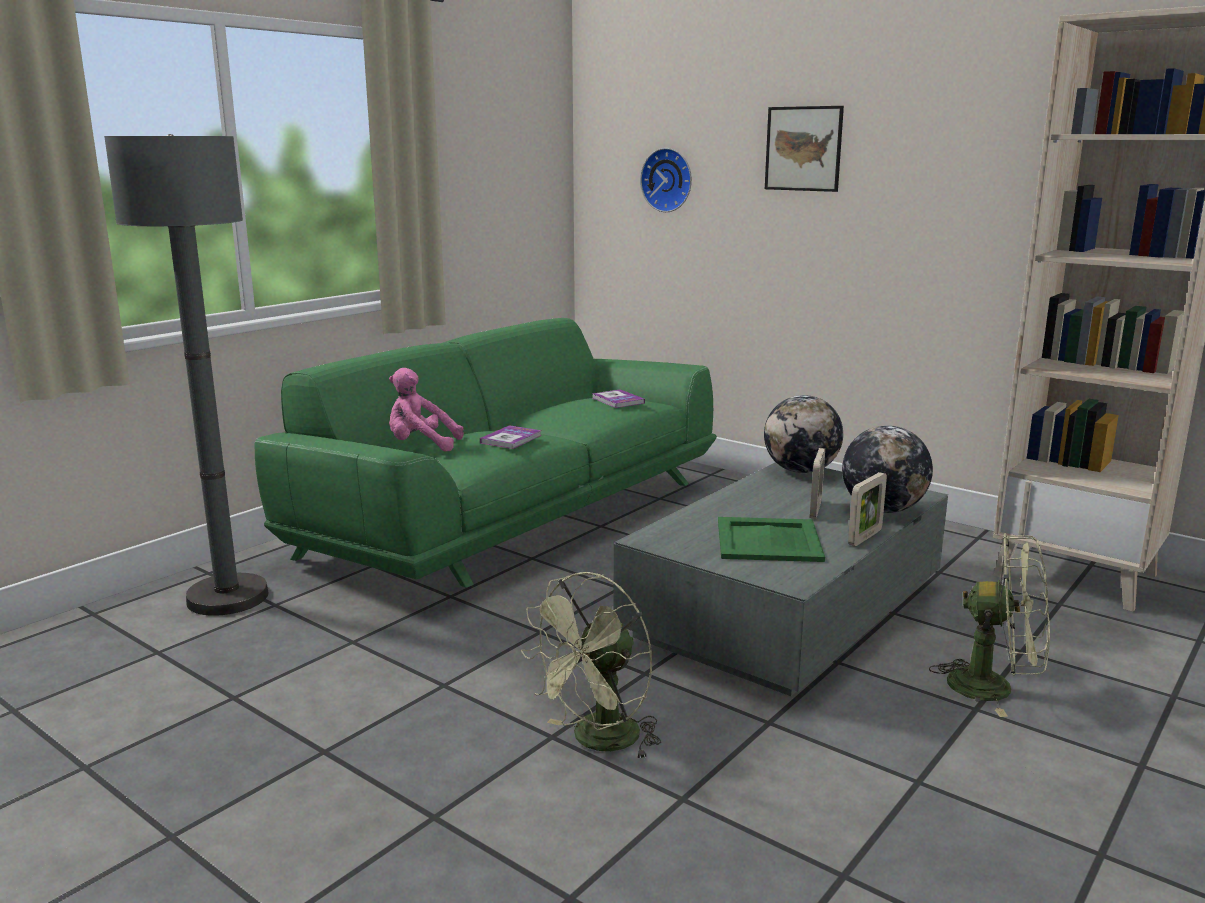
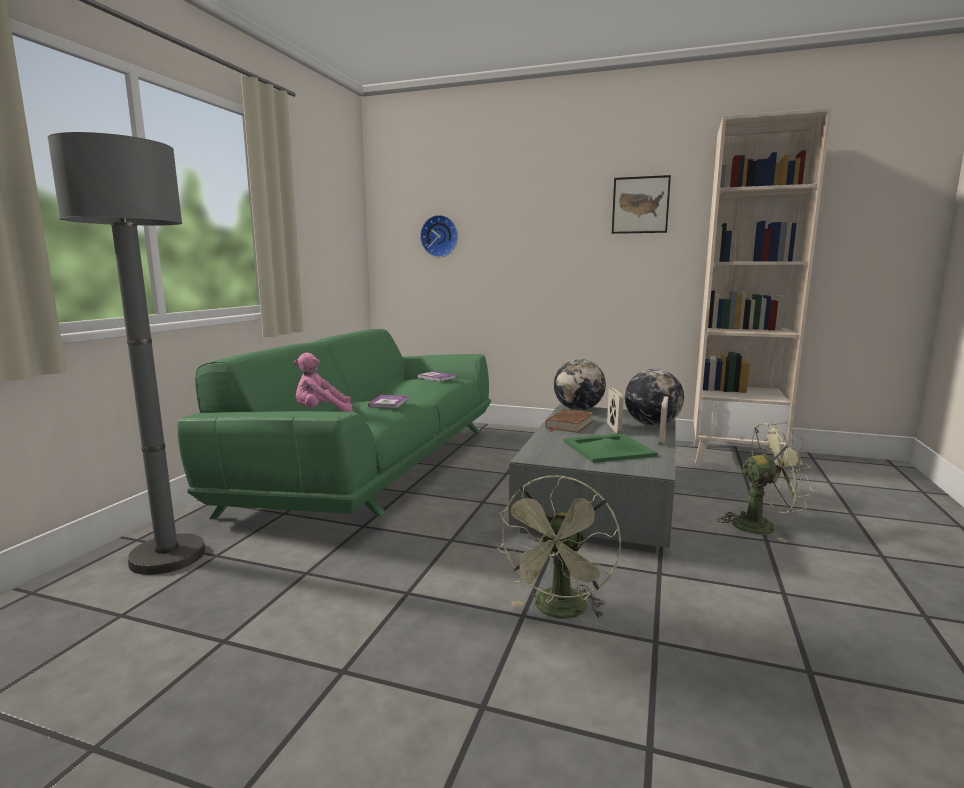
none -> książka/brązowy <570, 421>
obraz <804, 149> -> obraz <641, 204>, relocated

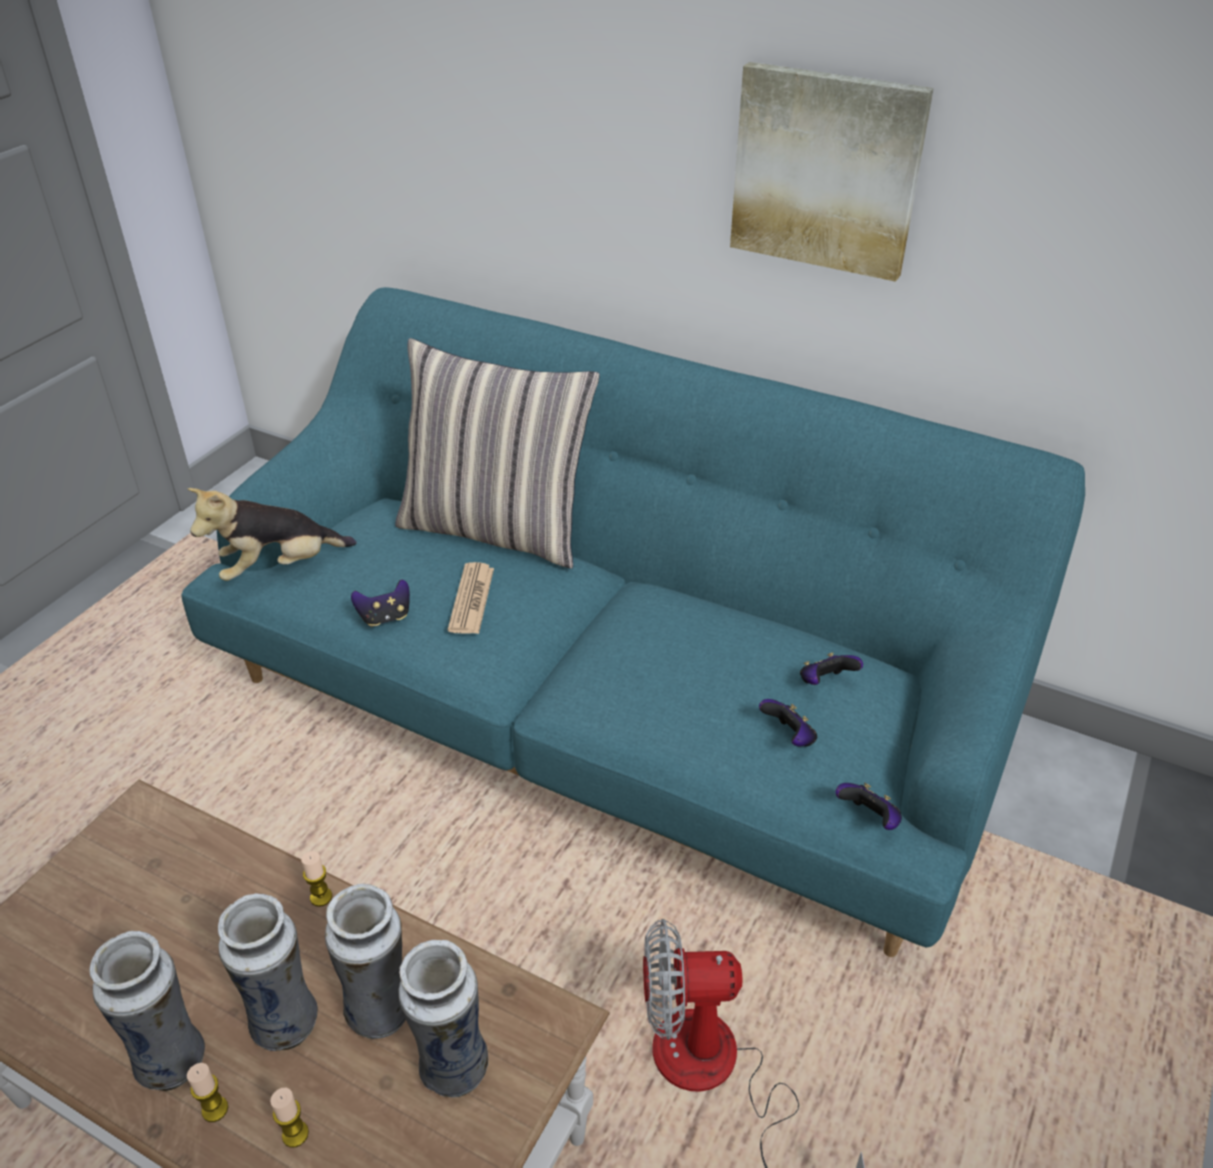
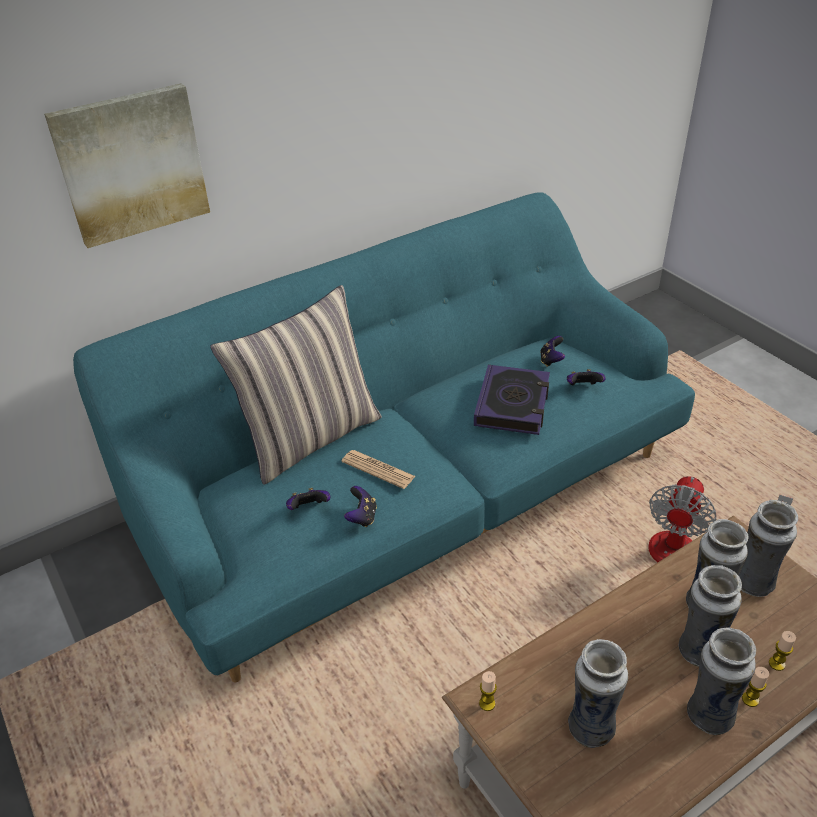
pluszak <272, 534> -> none
none -> książka <512, 400>
none -> wazon <598, 693>
świeca <316, 879> -> świeca <488, 691>, relocated
obraz <832, 172> -> obraz <127, 165>, relocated
pad do gier <868, 806> -> pad do gier <308, 499>, relocated

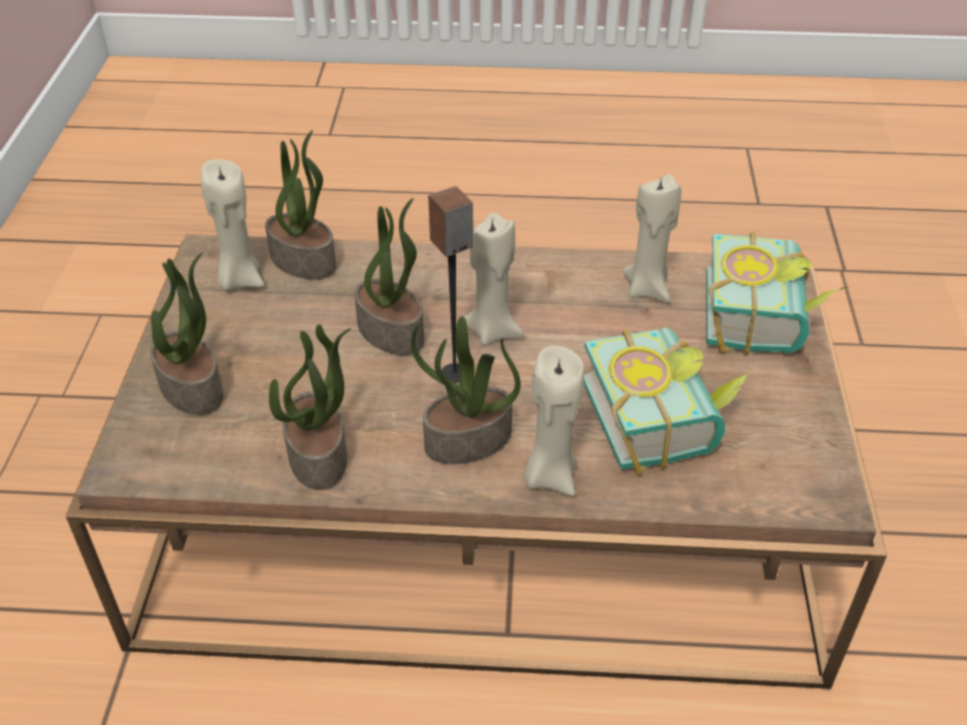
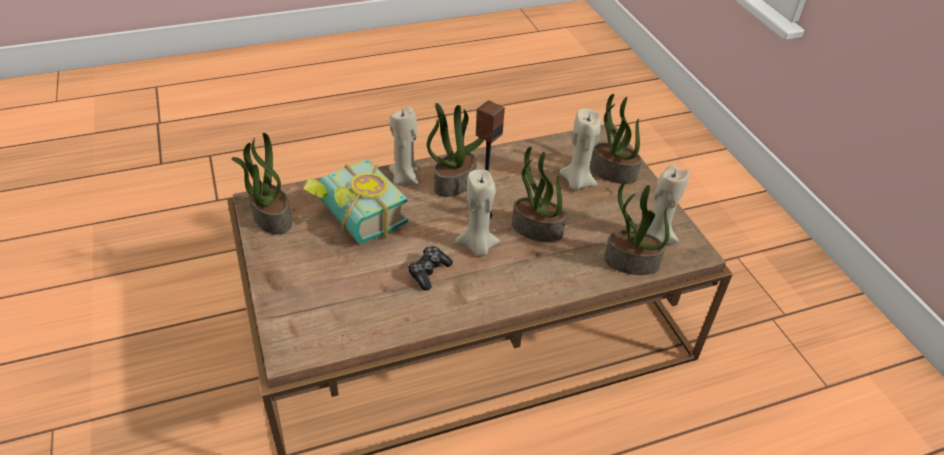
książka <777, 293> -> none
none -> pad do gier <430, 268>
roślina doniczkowa <310, 407> -> roślina doniczkowa <261, 184>, relocated
świeca/beżowy <651, 238> -> świeca/beżowy <580, 149>, relocated

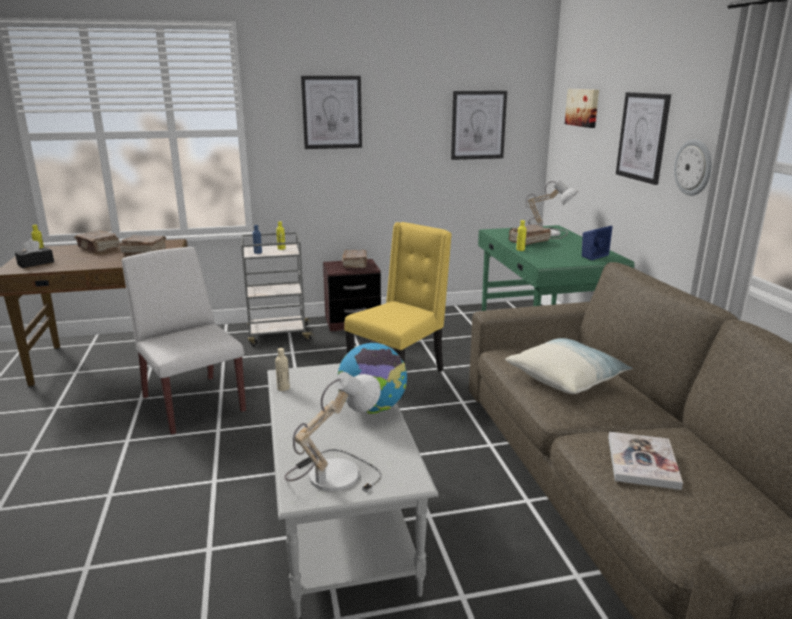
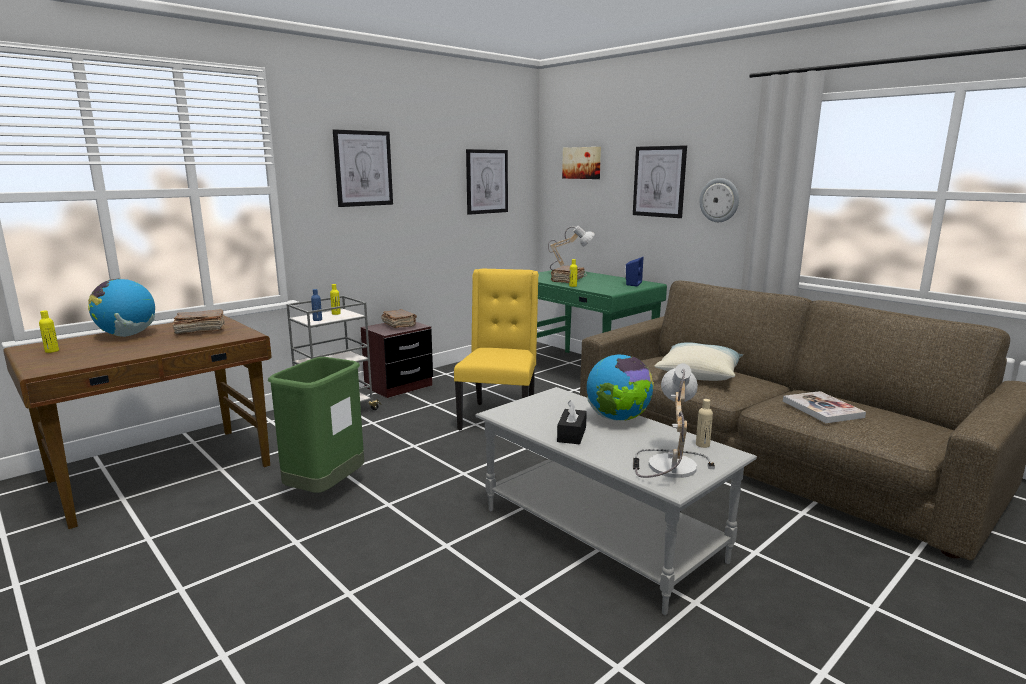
pudełko chusteczek/czarny <34, 253> -> pudełko chusteczek/czarny <572, 422>, relocated
butelka/beżowy <282, 369> -> butelka/beżowy <704, 423>, relocated
książka/brązowy <97, 242> -> globus <121, 307>
krzesło/biały <184, 341> -> kosz na śmieci/zielony <316, 425>

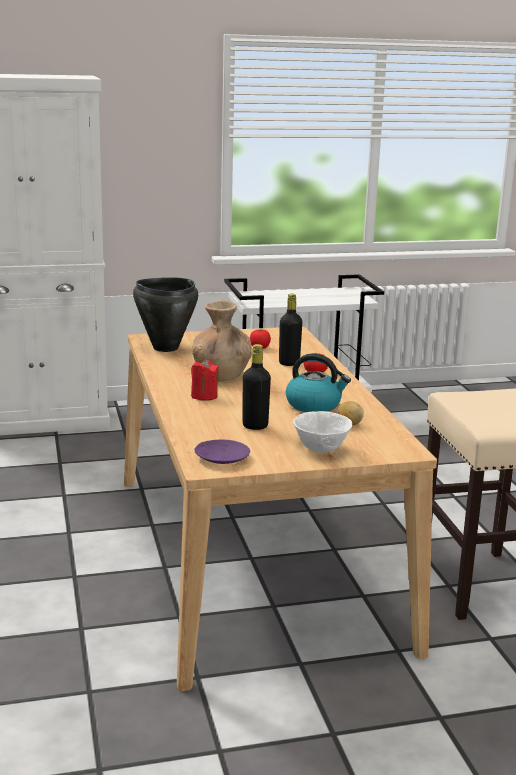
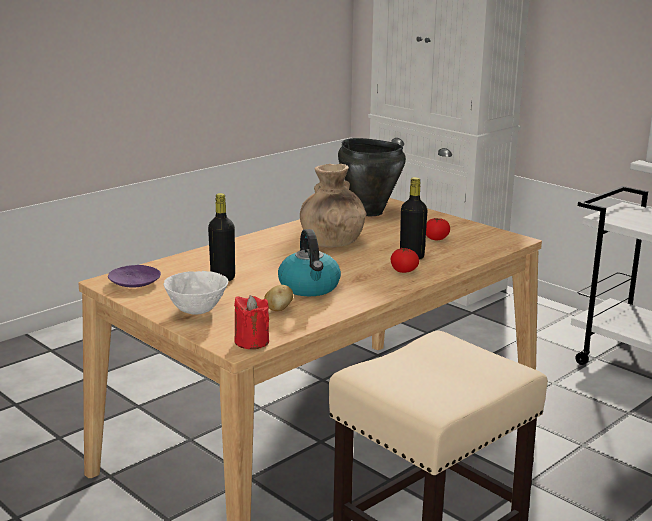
świeca/czerwony <205, 380> -> świeca/czerwony <251, 322>, relocated

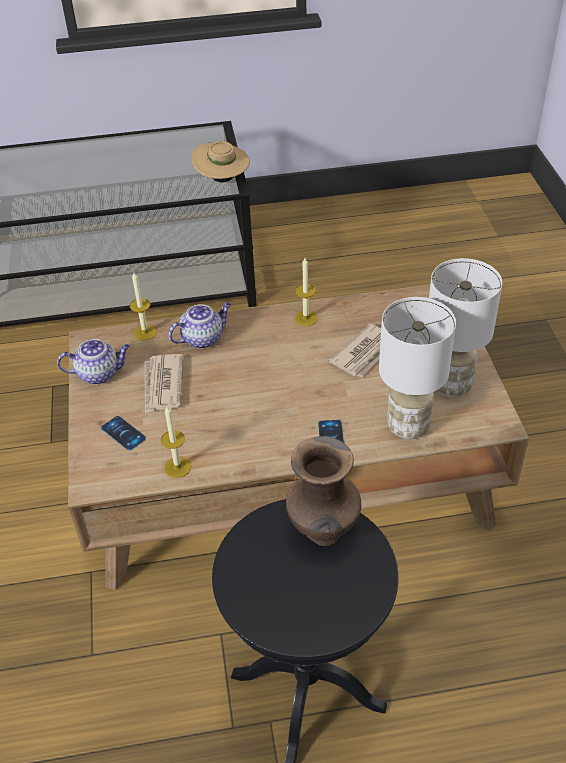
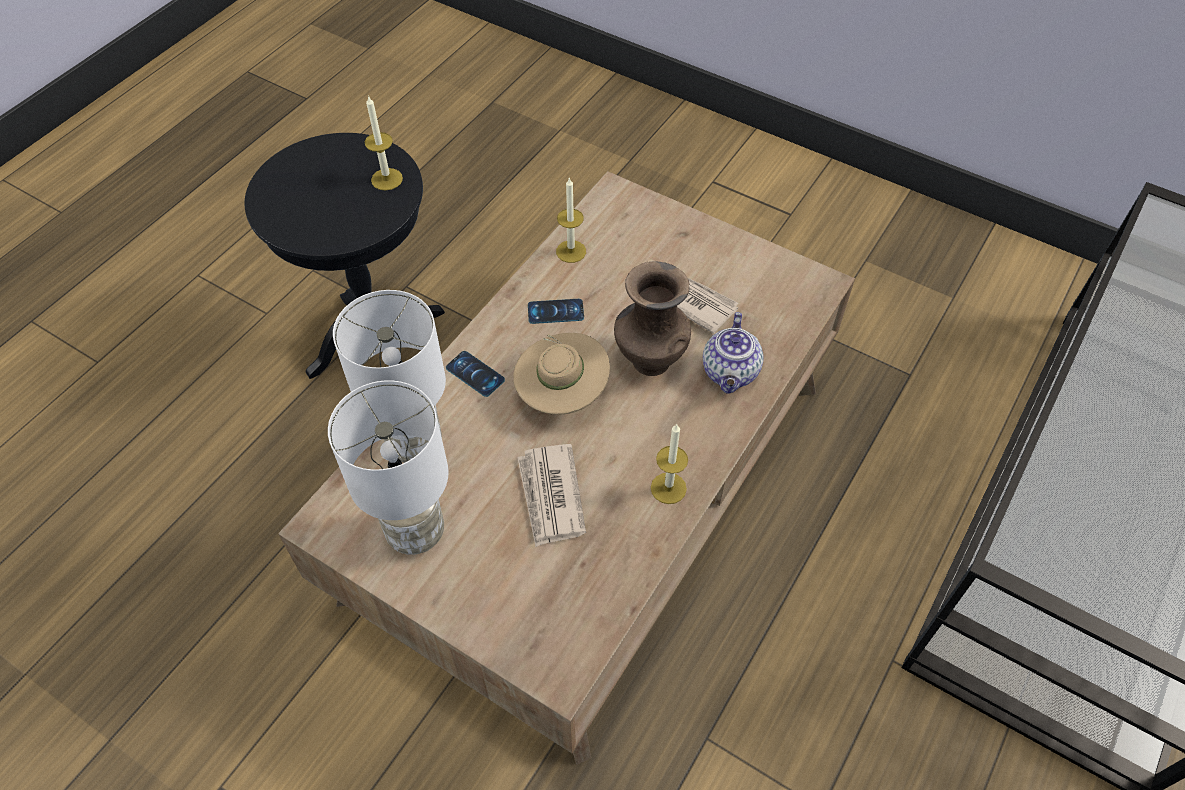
imbryk <93, 362> -> none
telefon <123, 433> -> telefon <556, 311>, relocated
świeca <143, 307> -> świeca <384, 142>, relocated
kapelusz/beżowy <220, 161> -> kapelusz/beżowy <561, 374>, relocated
wazon/brązowy <323, 491> -> wazon/brązowy <652, 318>, relocated

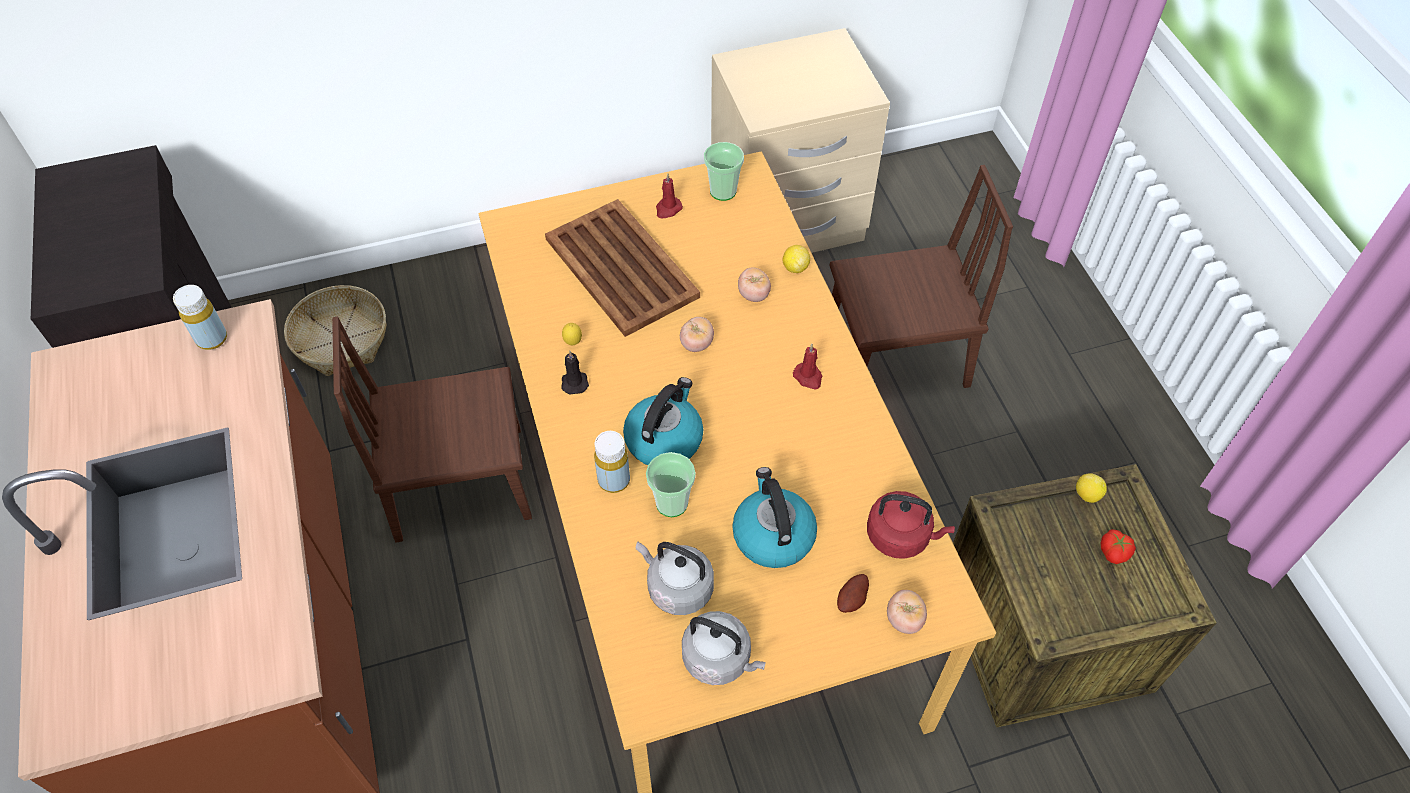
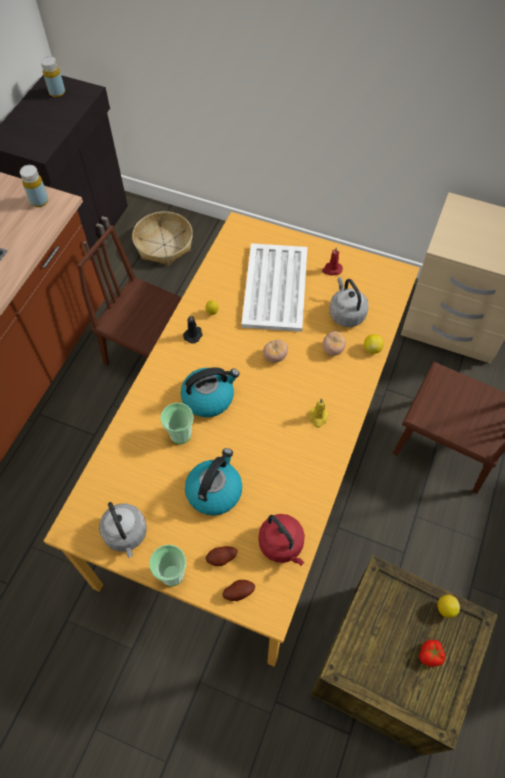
butelka/żółty <612, 462> -> butelka/żółty <53, 76>, relocated
czajnik/szary <675, 578> -> czajnik/szary <348, 302>, relocated
filiżanka <724, 171> -> filiżanka <167, 565>, relocated
pomidor <907, 612> -> ziemniak <238, 590>
taca/brązowy <622, 268> -> taca/biały <274, 287>
świeca/czerwony <807, 367> -> świeca/żółty <319, 413>

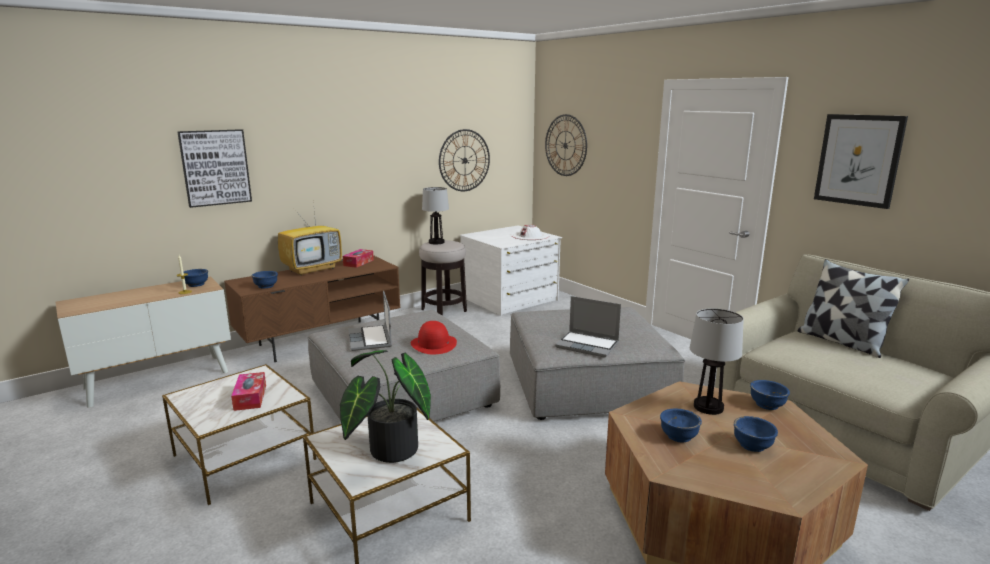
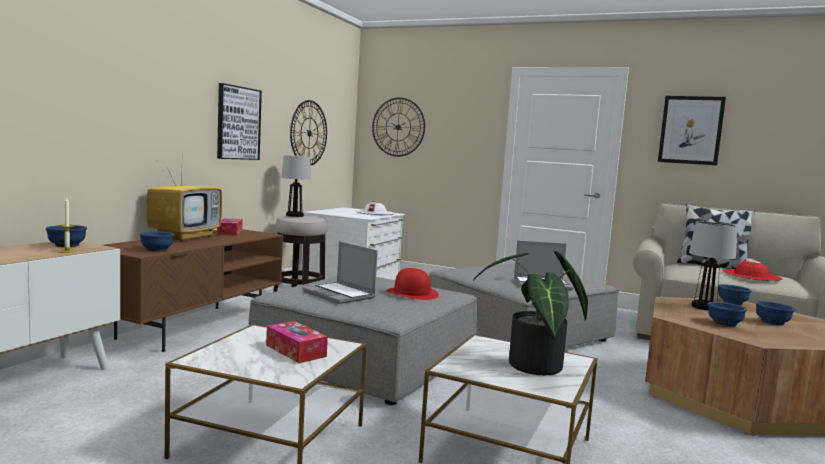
none -> kapelusz/czerwony <753, 269>
obraz <214, 168> -> obraz <239, 121>, relocated

